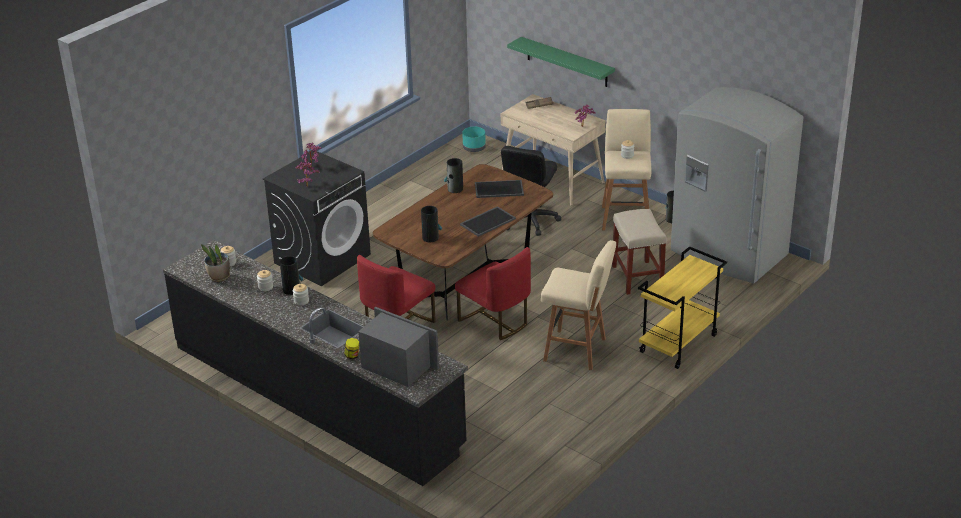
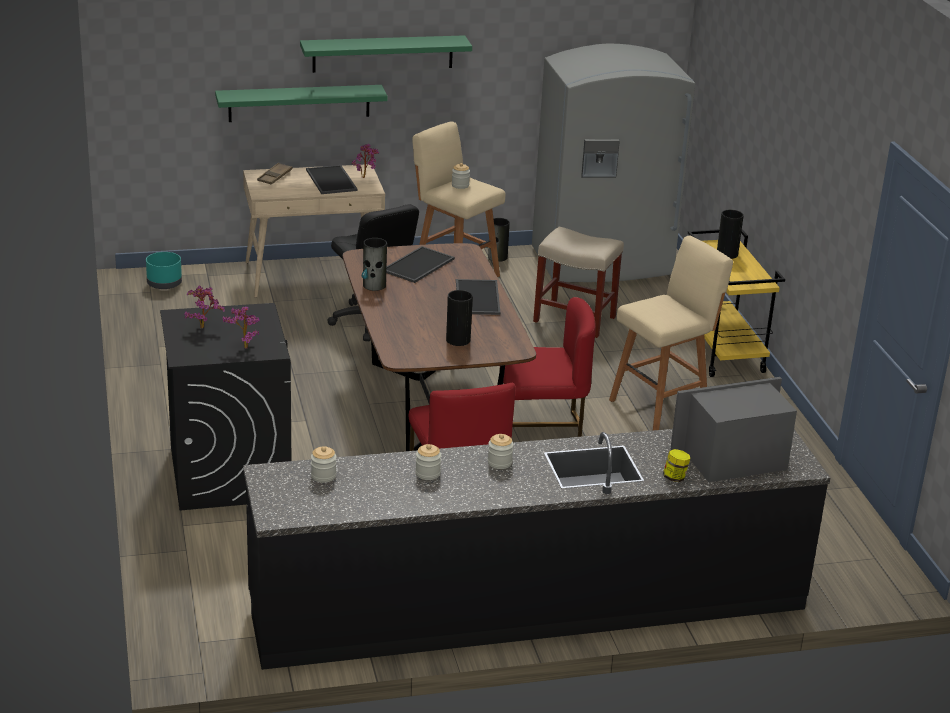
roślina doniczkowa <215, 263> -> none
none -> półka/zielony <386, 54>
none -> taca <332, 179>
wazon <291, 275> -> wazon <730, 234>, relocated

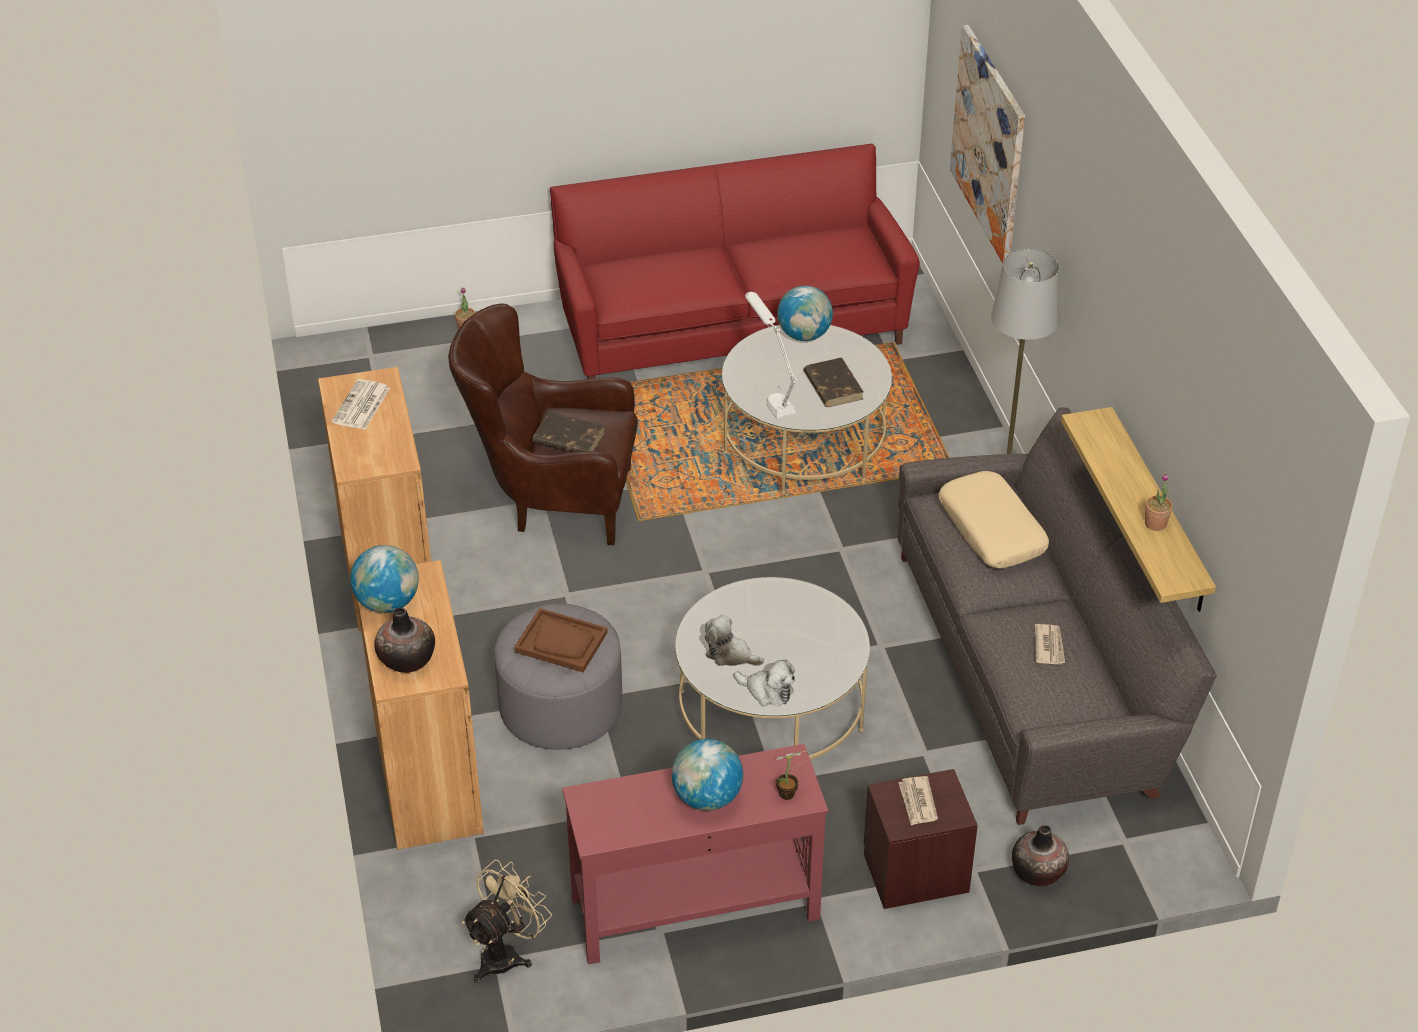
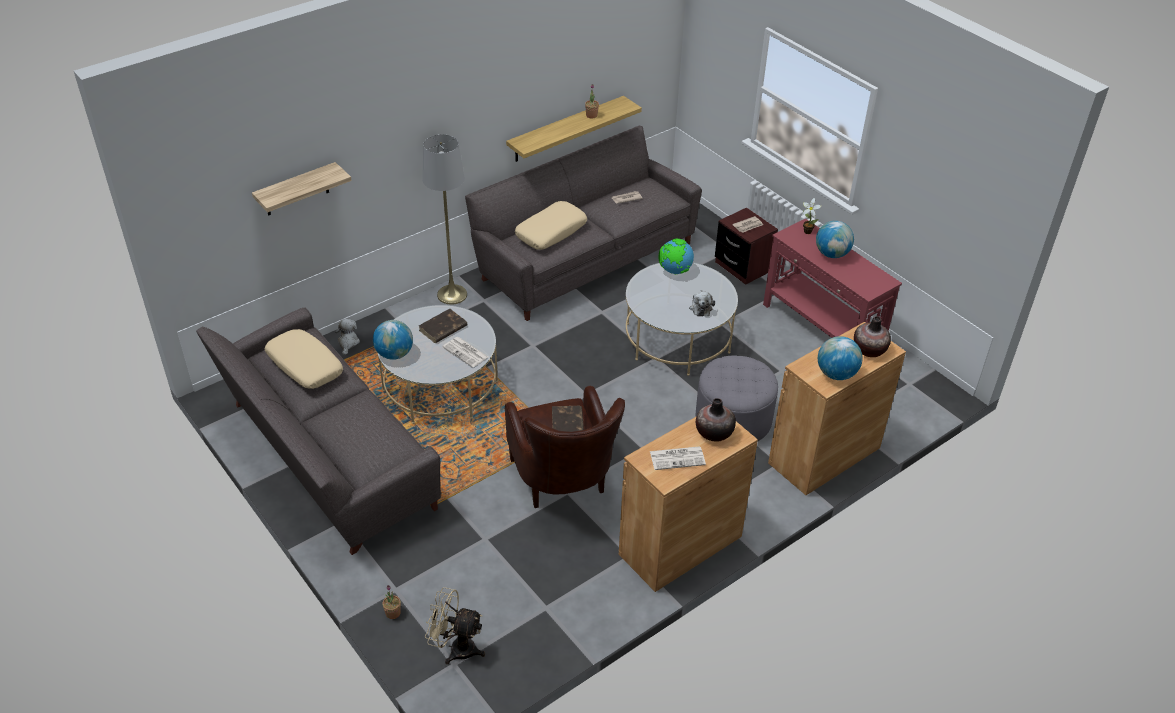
taca/brązowy <561, 640> -> none
none -> poduszka/beżowy <304, 359>
none -> globus <676, 256>
wentylator/beżowy <507, 921> -> wentylator/beżowy <455, 625>, relocated
pluszak <764, 683> -> pluszak <347, 337>, relocated
wazon <1040, 855> -> wazon <716, 420>, relocated
lampa stołowa/biały <771, 355> -> gazeta <465, 352>
obraz <987, 144> -> półka <302, 188>
kanapa/czerwony <735, 261> -> kanapa/szary <318, 431>

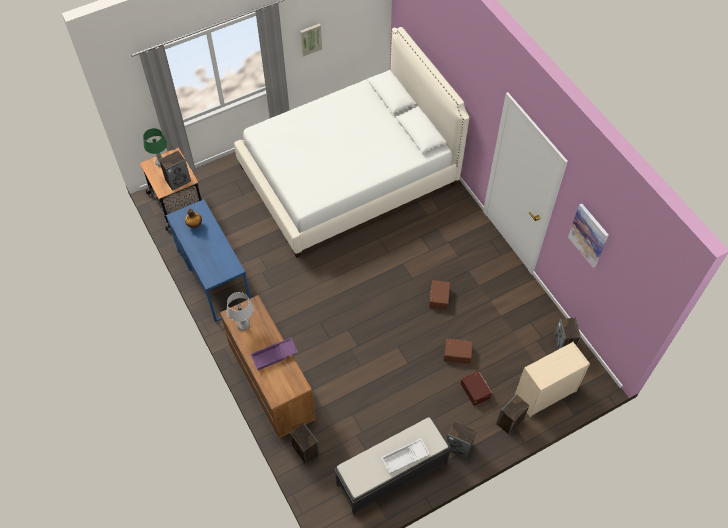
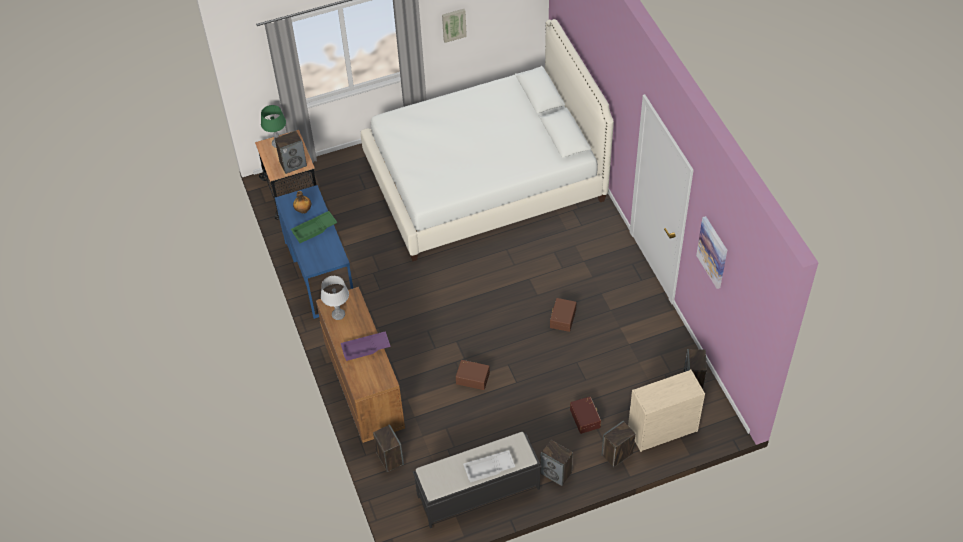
none -> taca/zielony <314, 227>
pojemnik do przechowywania/brązowy <458, 351> -> pojemnik do przechowywania/brązowy <473, 375>, relocated

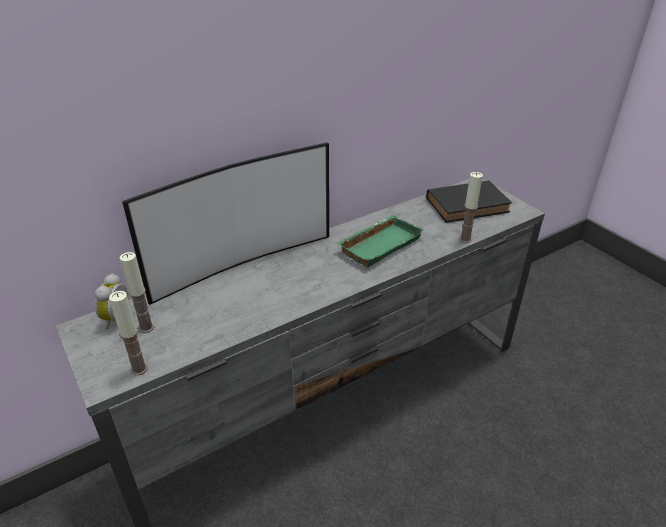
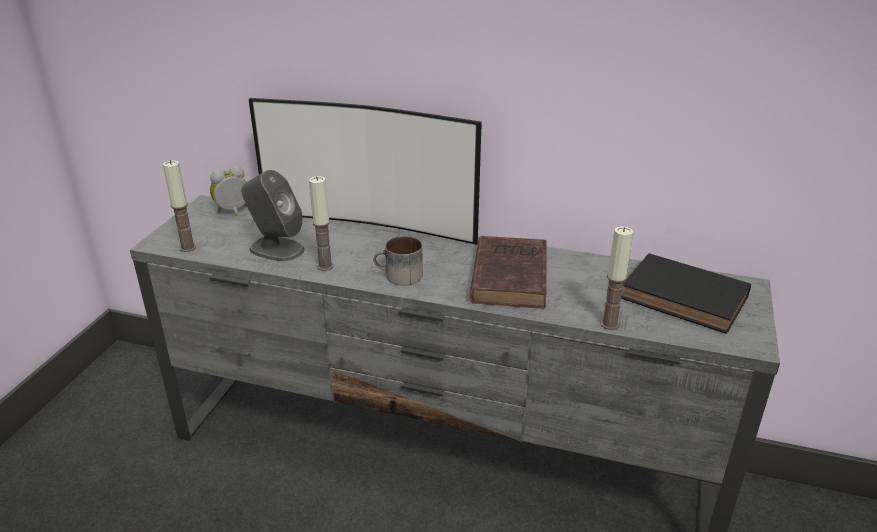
none -> głośnik/szary <273, 215>
none -> kubek <398, 261>
świeca <136, 292> -> świeca <321, 223>, relocated
taca/zielony <380, 241> -> książka/brązowy <508, 272>

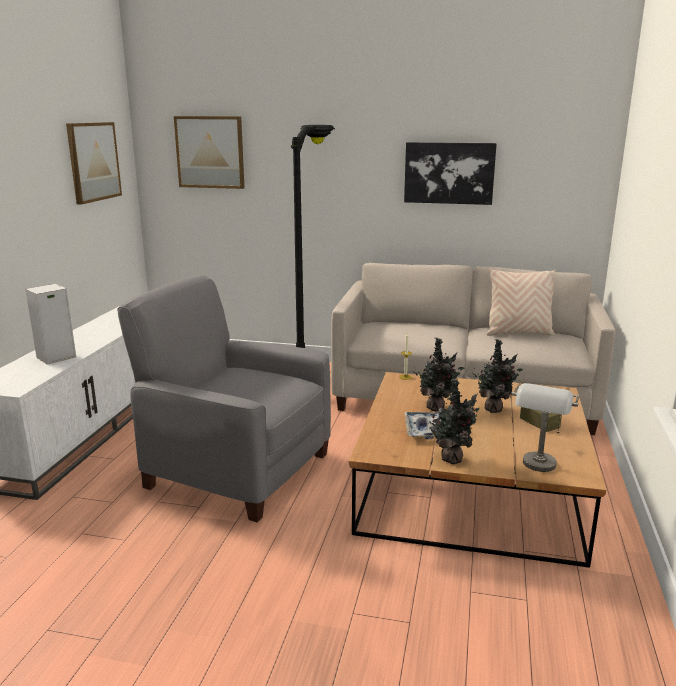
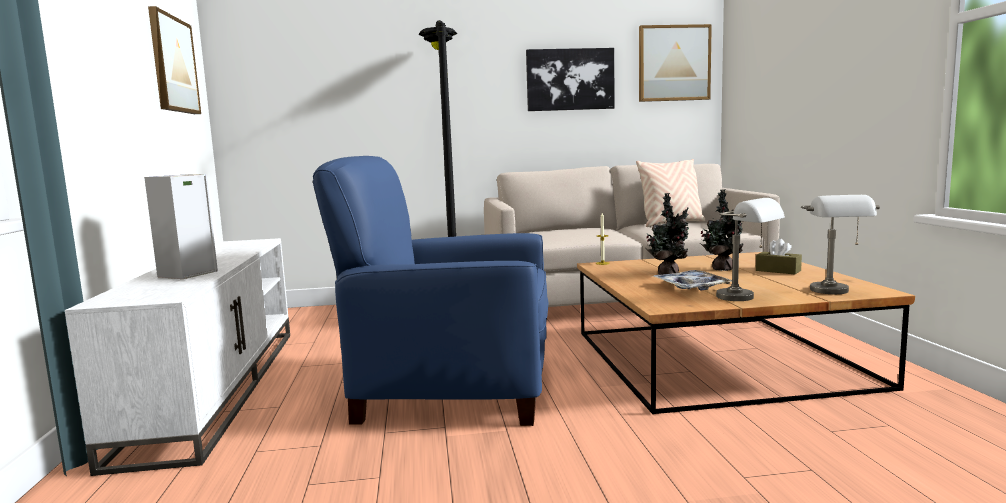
obraz <209, 152> -> obraz <675, 63>, relocated
roślina doniczkowa <454, 421> -> lampa stołowa/szary <750, 249>
fotel/szary <224, 398> -> fotel/niebieski <430, 291>

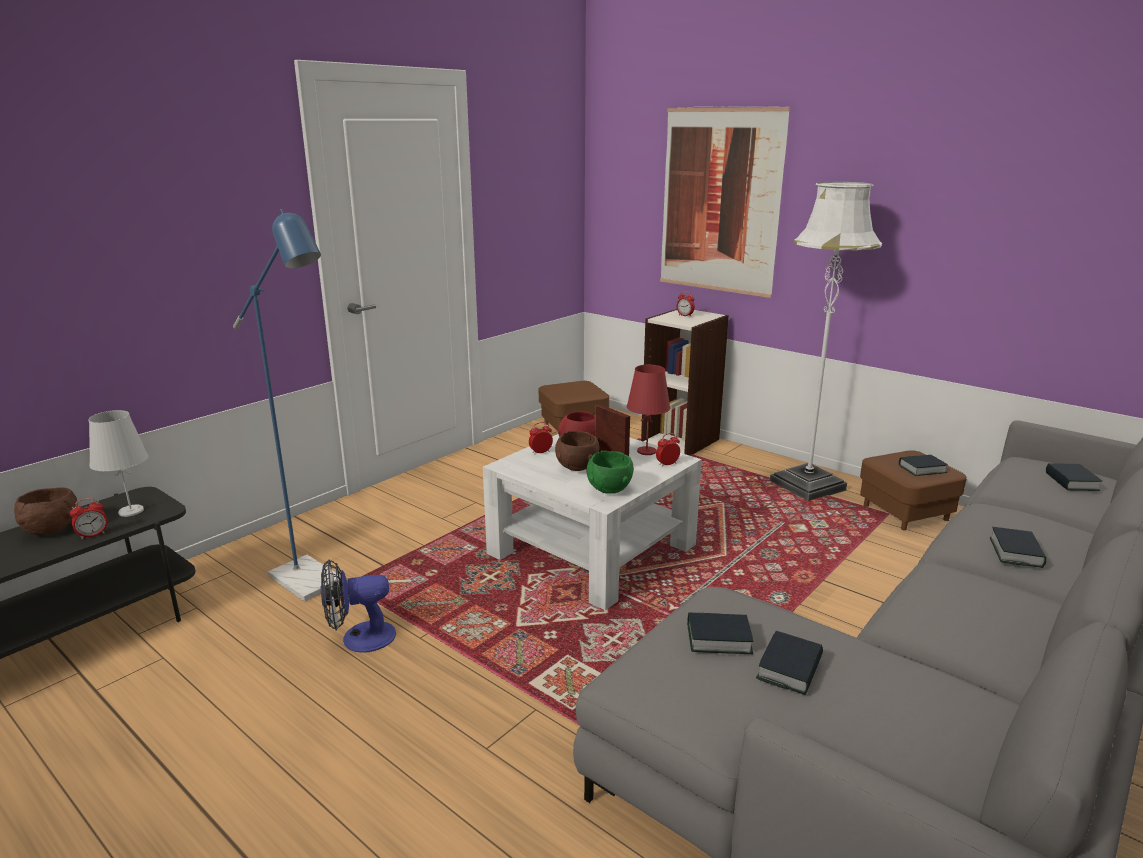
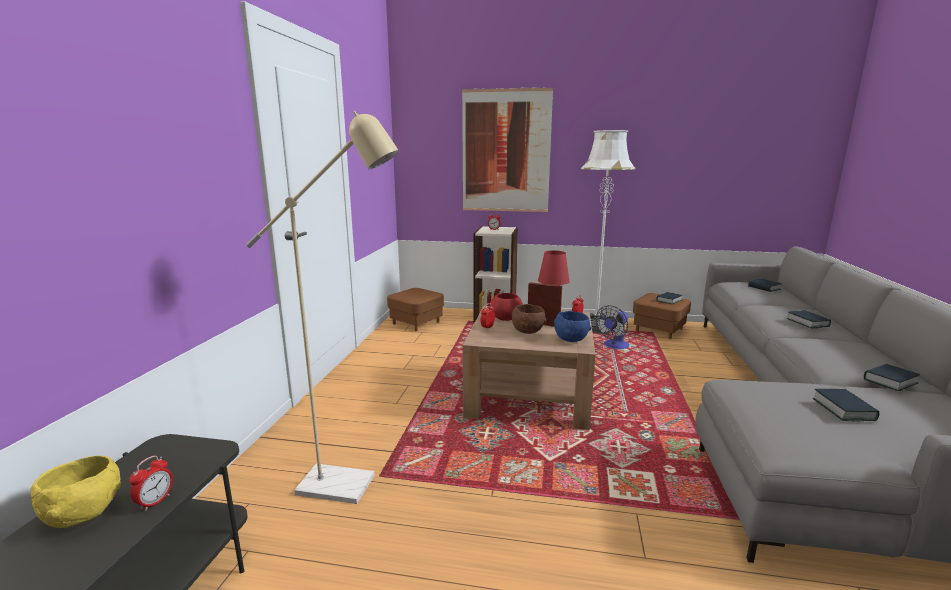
lampa stołowa/biały <118, 463> -> none
wentylator <358, 606> -> wentylator <612, 327>, relocated
książka <720, 633> -> książka <892, 377>, relocated
miska/brązowy <46, 510> -> miska/żółty <76, 492>
lampa stojąca/niebieski <287, 405> -> lampa stojąca/beżowy <322, 307>
ława/biały <592, 522> -> ława/brązowy <529, 368>
miska/zielony <610, 472> -> miska/niebieski <573, 326>

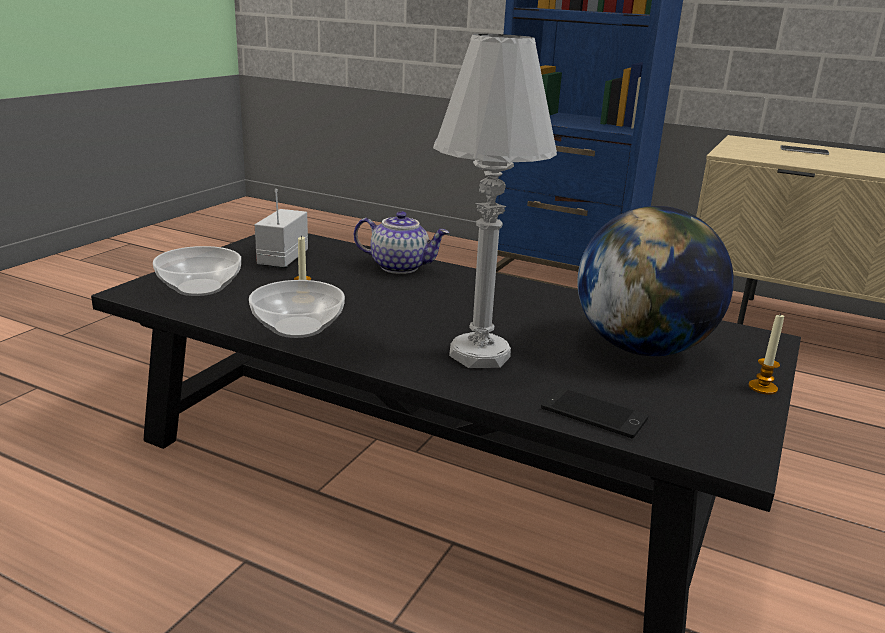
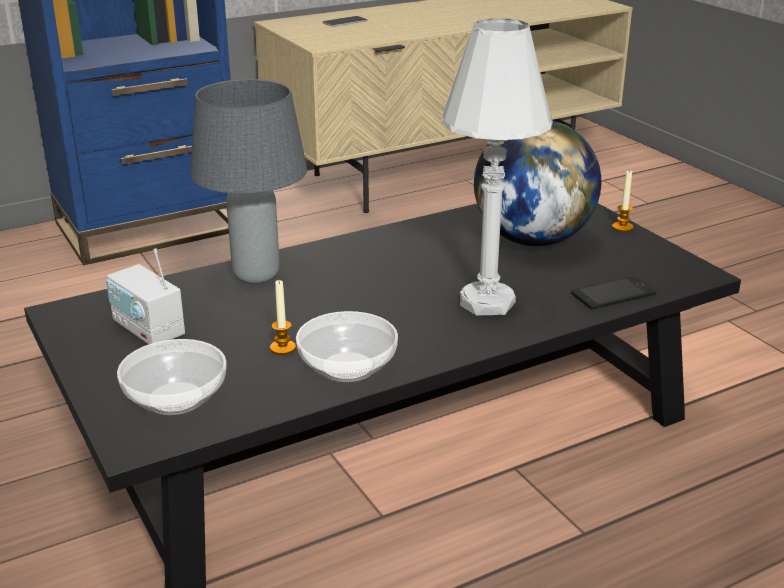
imbryk <401, 242> -> lampa stołowa/szary <248, 181>

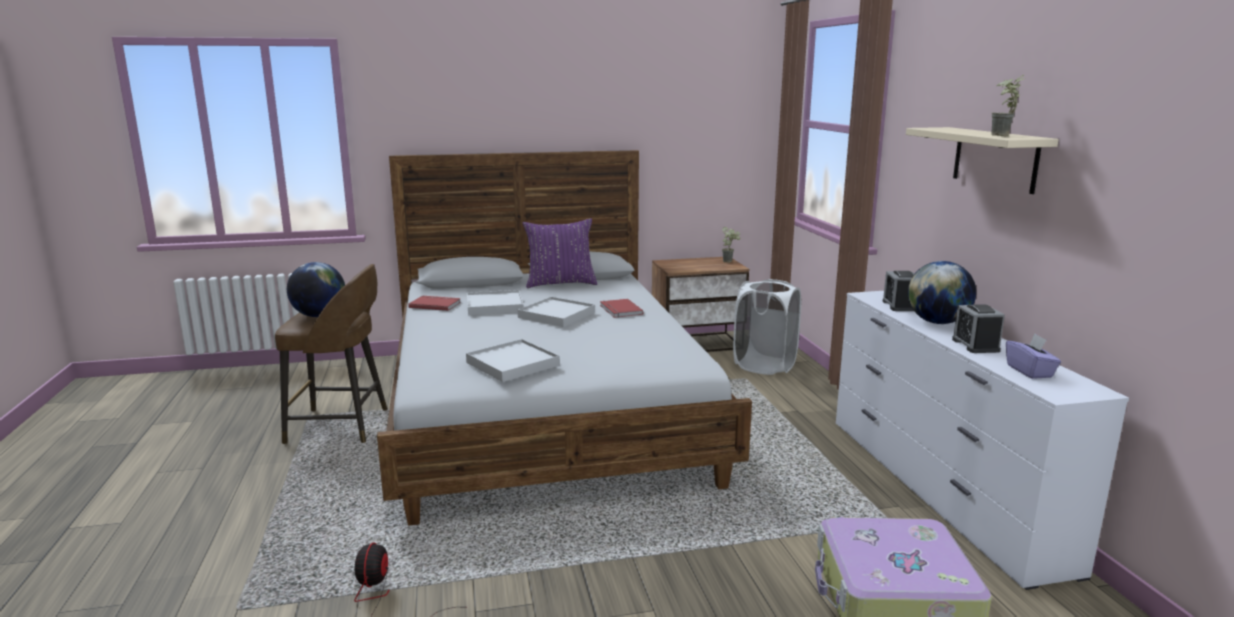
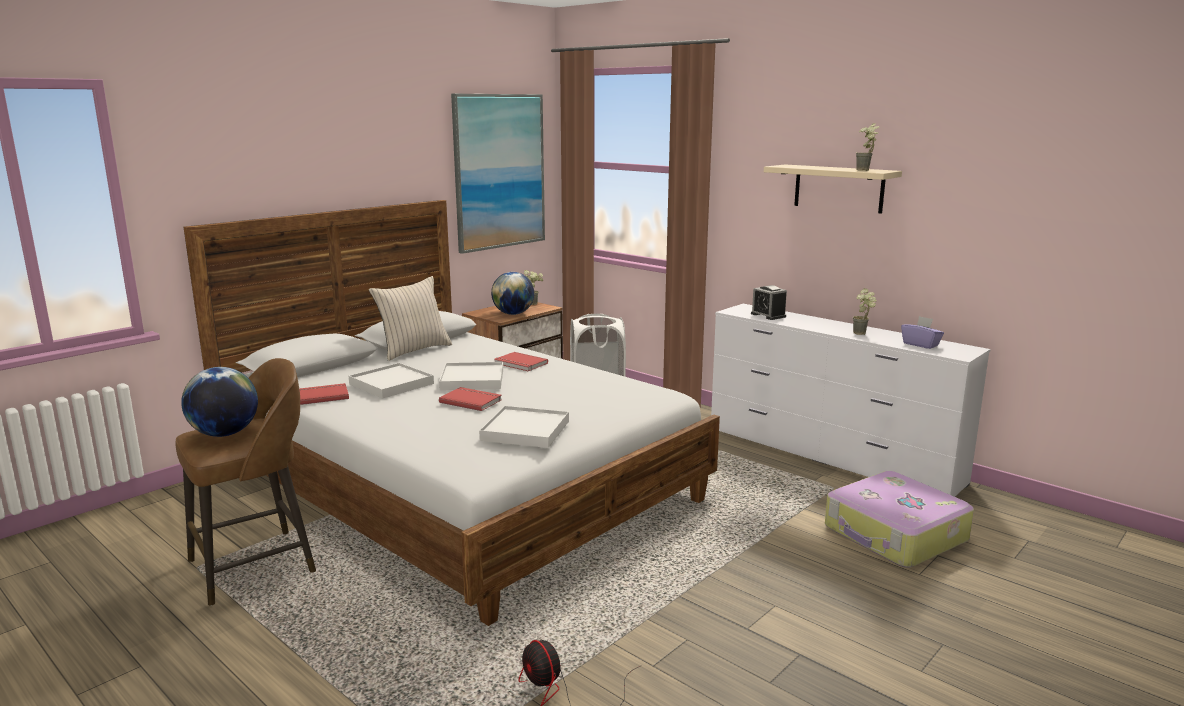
none -> książka/czerwony <470, 399>
none -> obraz <498, 174>
globus <942, 292> -> globus <512, 293>, relocated
budzik <978, 328> -> roślina doniczkowa <864, 311>
poduszka/fioletowy <560, 253> -> poduszka/beżowy <410, 318>

